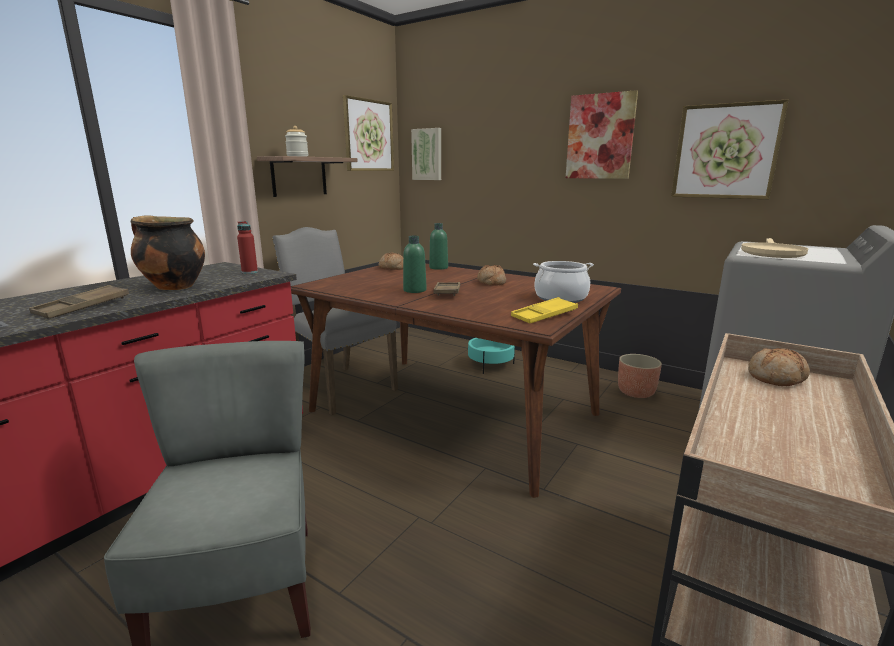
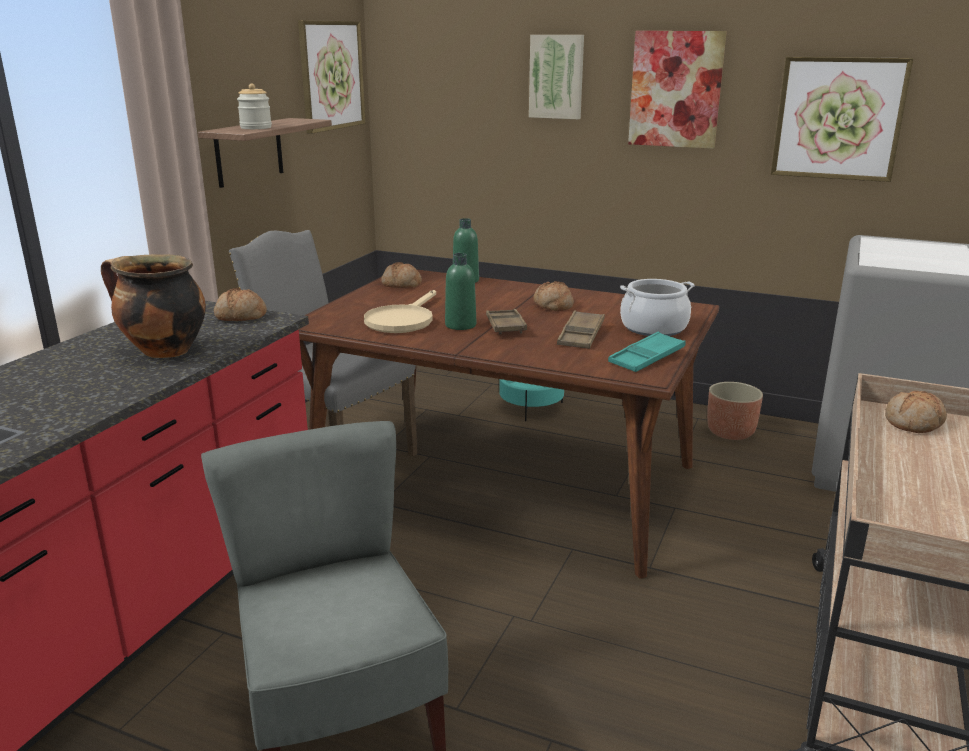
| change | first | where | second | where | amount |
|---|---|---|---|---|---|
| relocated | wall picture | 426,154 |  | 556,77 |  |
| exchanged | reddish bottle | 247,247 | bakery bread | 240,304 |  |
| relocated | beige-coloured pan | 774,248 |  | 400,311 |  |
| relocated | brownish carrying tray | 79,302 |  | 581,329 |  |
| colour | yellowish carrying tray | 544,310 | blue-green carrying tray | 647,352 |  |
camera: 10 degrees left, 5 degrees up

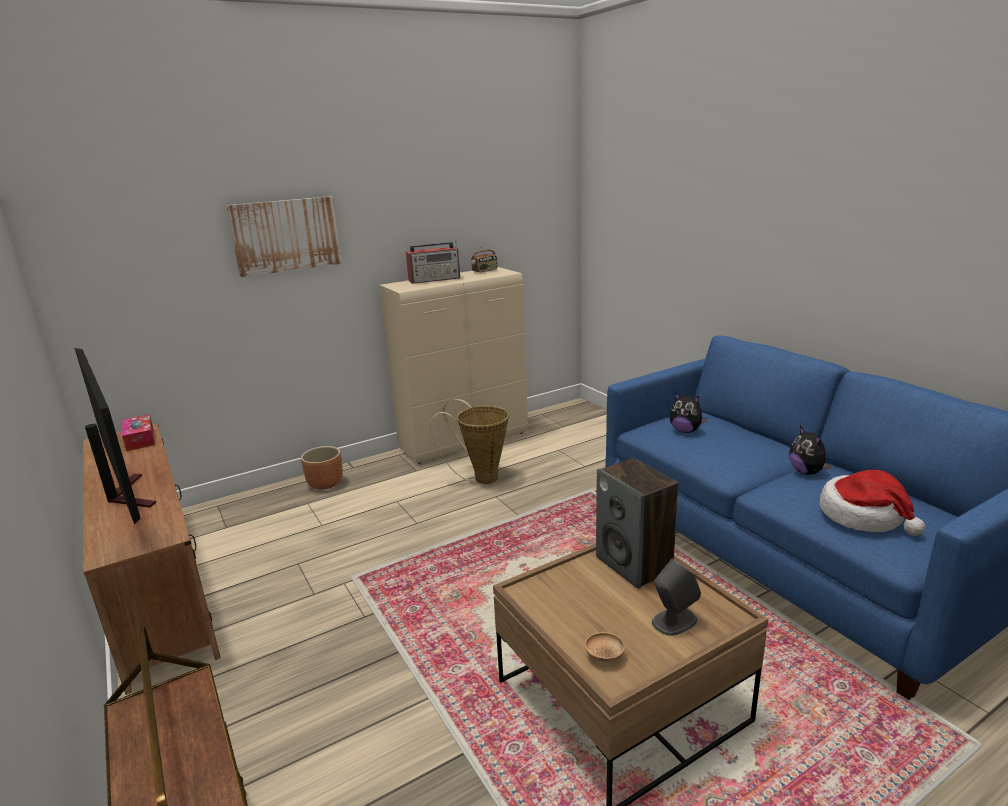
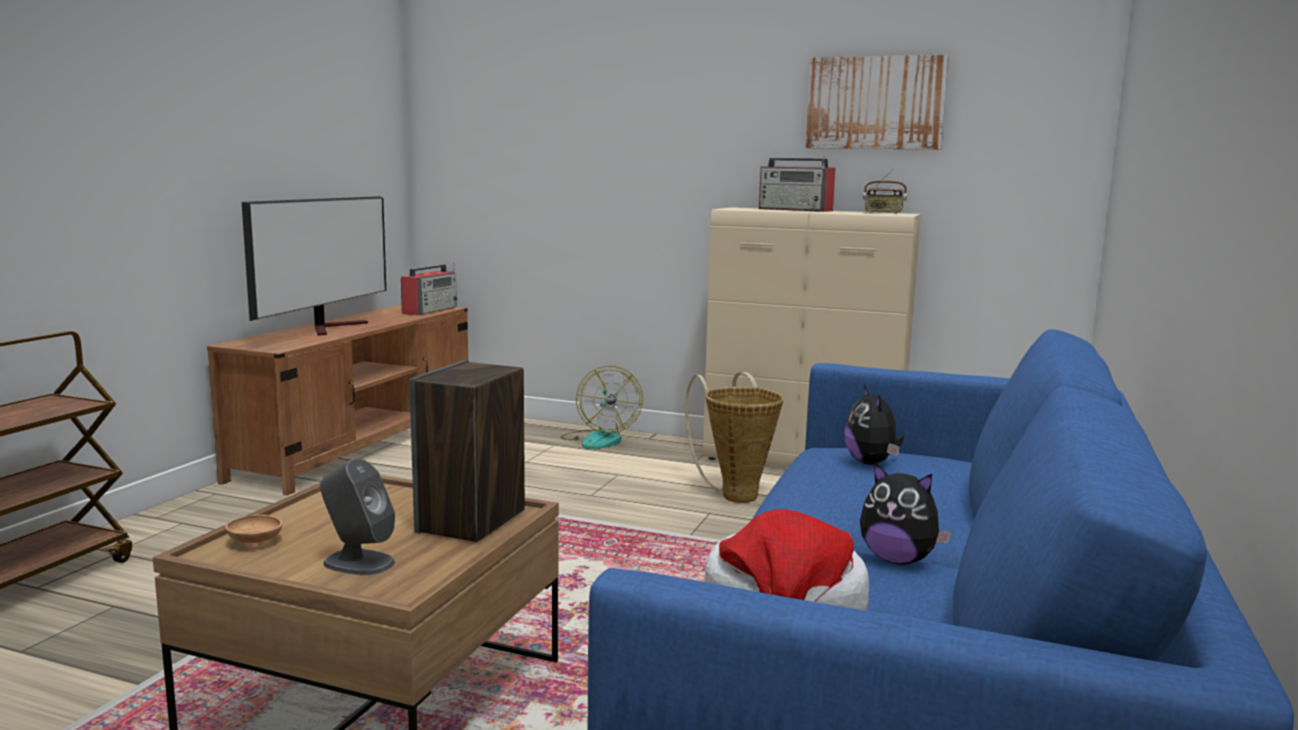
| change | first | where | second | where | amount |
|---|---|---|---|---|---|
| relocated | wall picture | 284,236 |  | 877,102 |  |
| exchanged | tissue holder | 138,432 | radio set | 429,289 |  |
| spun | cuddly toy | 810,450 |  | 906,513 | 90 degrees counterclockwise |
| exchanged | brownish planter | 322,468 | fan | 602,407 |  |
camera: 50 degrees right, 10 degrees down

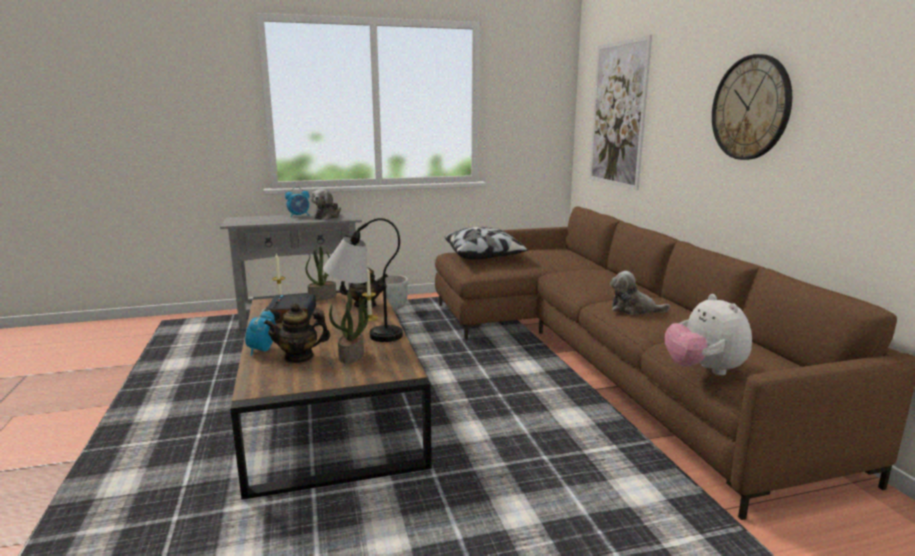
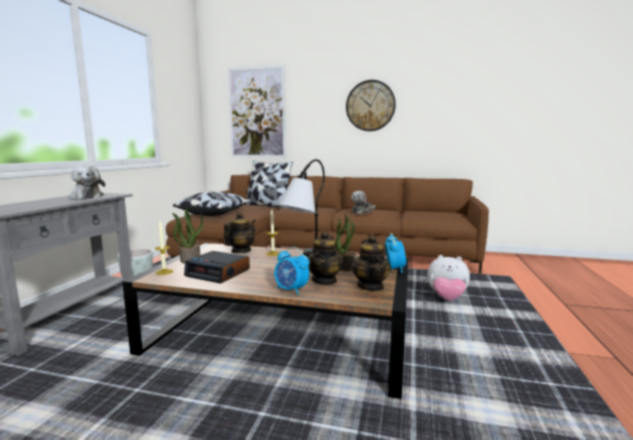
| change | first | where | second | where | amount |
|---|---|---|---|---|---|
| relocated | bedside clock | 297,202 |  | 395,253 |  |
| relocated | cuddly toy | 708,335 |  | 448,277 |  |
| appeared |  |  | pillow | 269,184 |  |
| appeared |  |  | pot for tea | 371,263 |  |
camera: 60 degrees left, 5 degrees down

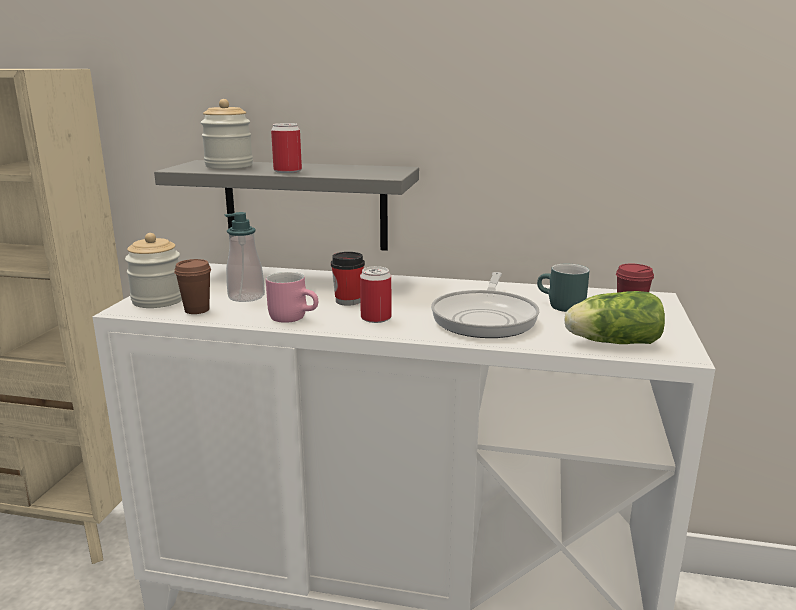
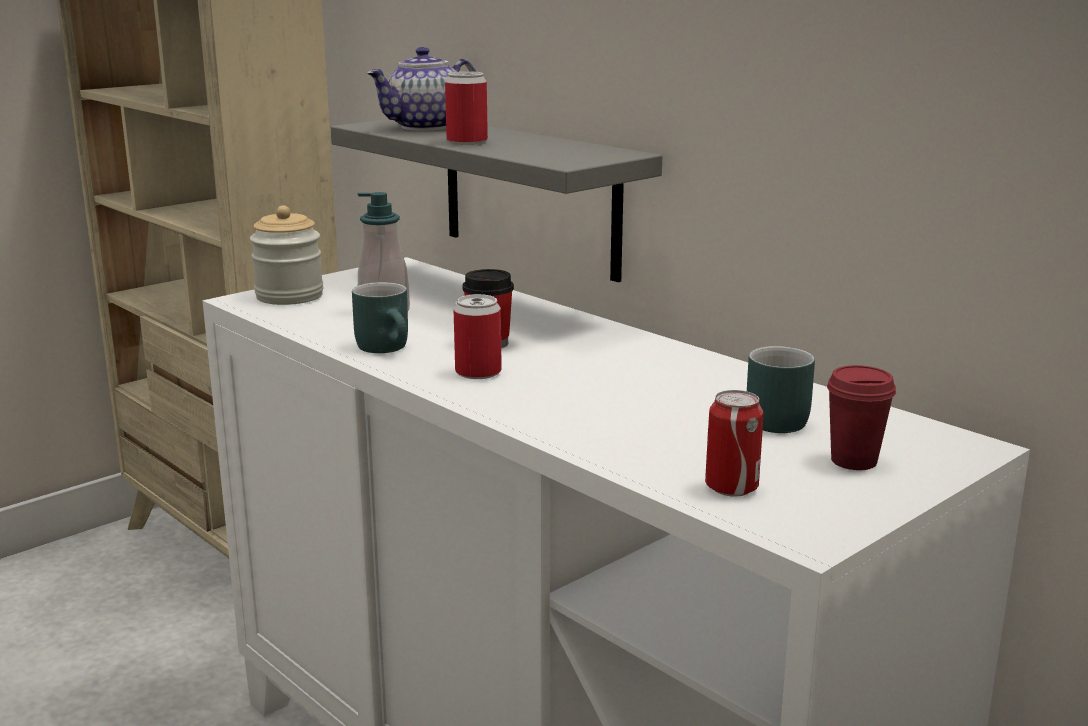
| change | first | where | second | where | amount |
|---|---|---|---|---|---|
| exchanged | preserve jar | 227,134 | pot for tea | 421,89 |  |
| missing | brownish small cup | 192,286 |  |  |  |
| colour | pink-coloured tea mug | 292,297 | blue-green tea mug | 380,317 |  |
| missing | pan | 485,305 |  |  |  |
| exchanged | lettuce head | 615,317 | can | 734,443 |  |
camera: 35 degrees right, 0 degrees up

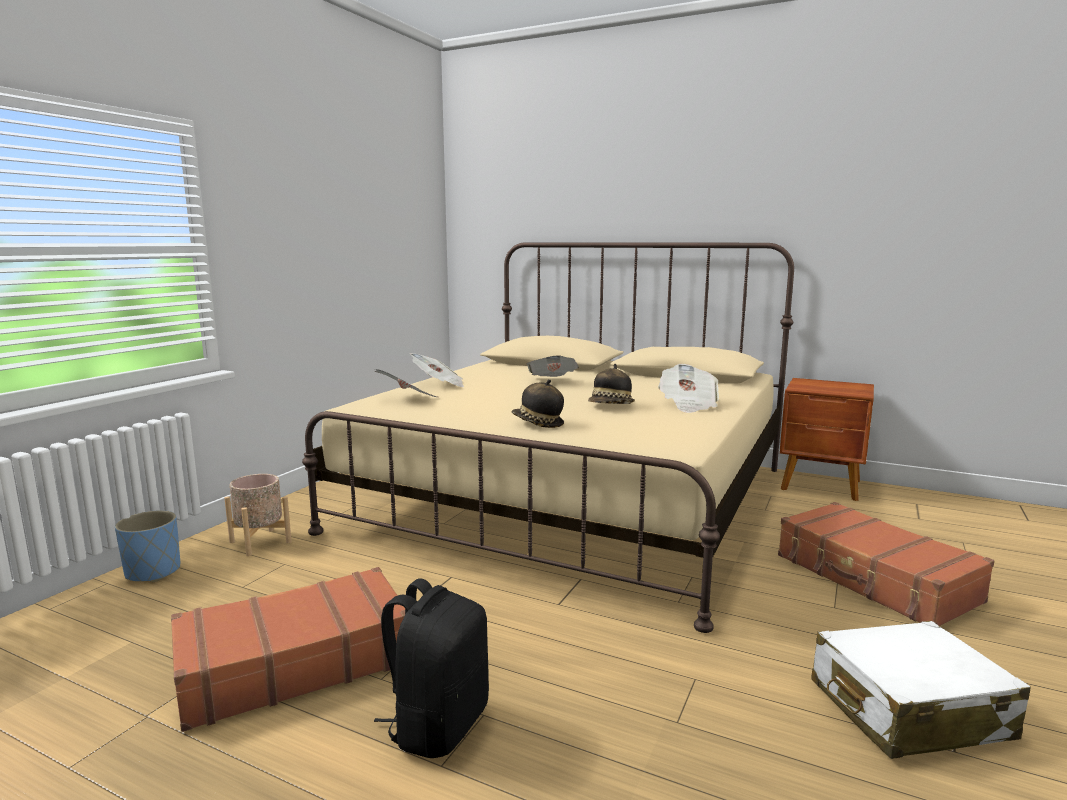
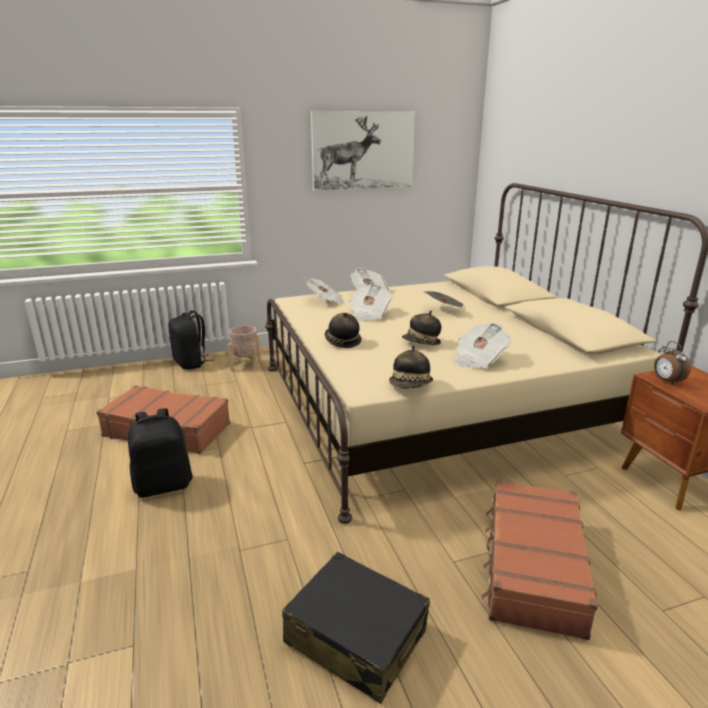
| change | first | where | second | where | amount |
|---|---|---|---|---|---|
| exchanged | blue planter | 147,546 | black backpack | 191,340 |  |
| colour | white-coloured travel case | 921,690 | black travel case | 356,628 |  |
| appeared |  |  | wall picture | 363,151 |  |
| appeared |  |  | printed paper | 371,303 |  |
| appeared |  |  | bedside clock | 672,363 |  |
| appeared |  |  | wearable hat | 411,367 |  |
camera: 45 degrees right, 10 degrees up

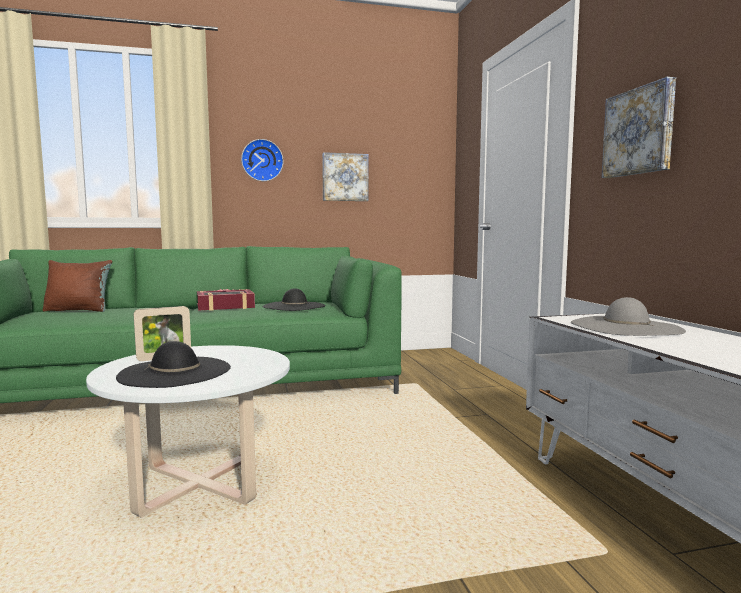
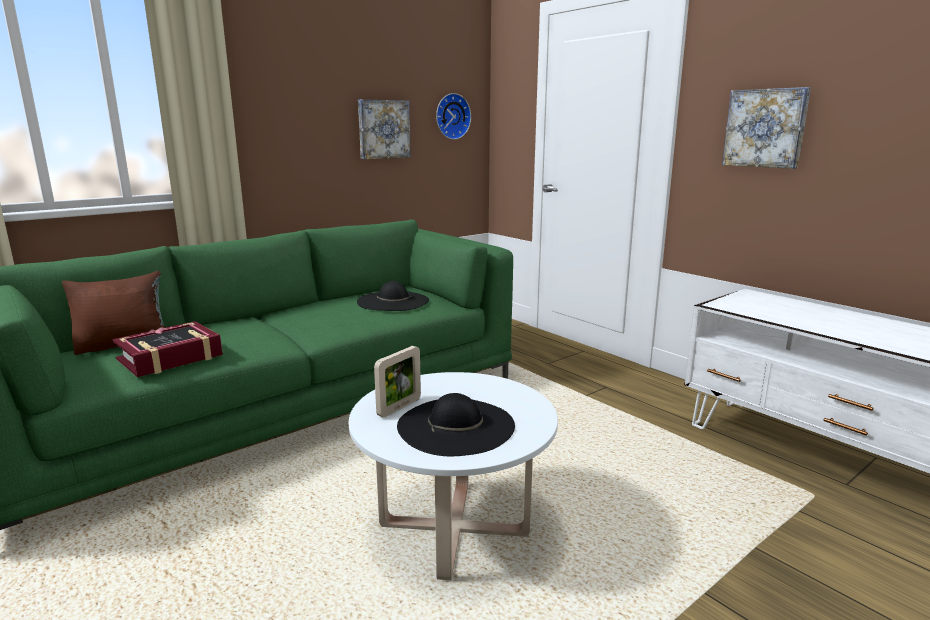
| change | first | where | second | where | amount |
|---|---|---|---|---|---|
| relocated | clock on the wall | 262,160 |  | 453,116 |  |
| relocated | bound book | 226,300 |  | 167,349 |  |
| missing | grey wearable hat | 628,316 |  |  |  |
camera: 25 degrees left, 10 degrees up

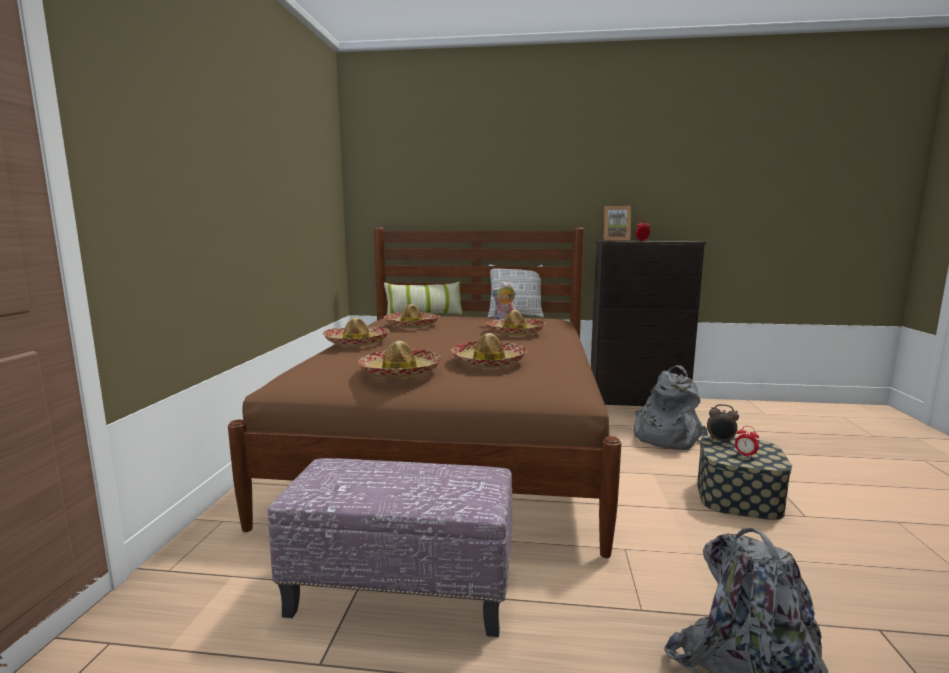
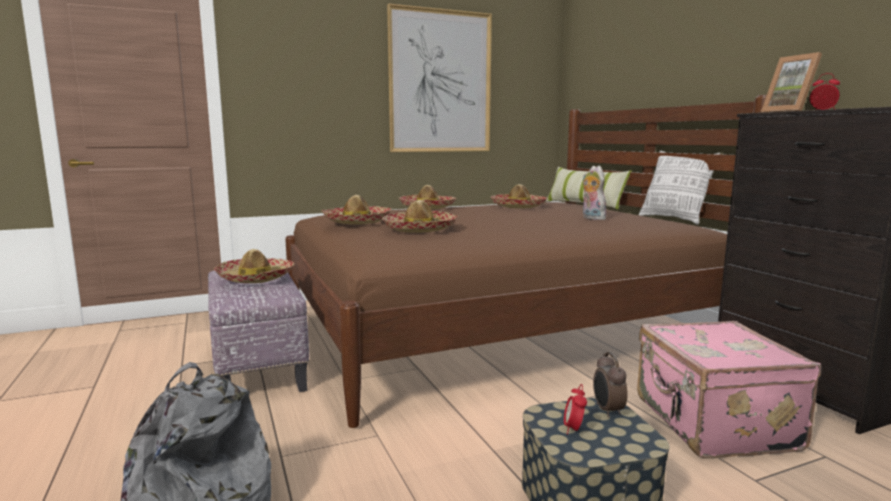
| change | first | where | second | where | amount |
|---|---|---|---|---|---|
| relocated | wearable hat | 515,323 |  | 254,266 |  |
| exchanged | grey backpack | 670,407 | pink-coloured travel case | 729,390 |  |
| appeared |  |  | wall picture | 439,78 |  |
camera: 60 degrees right, 0 degrees up

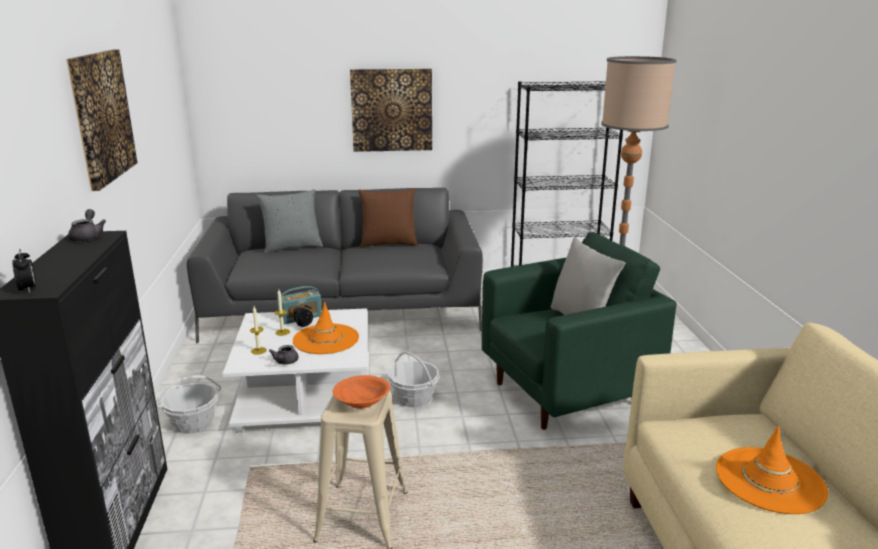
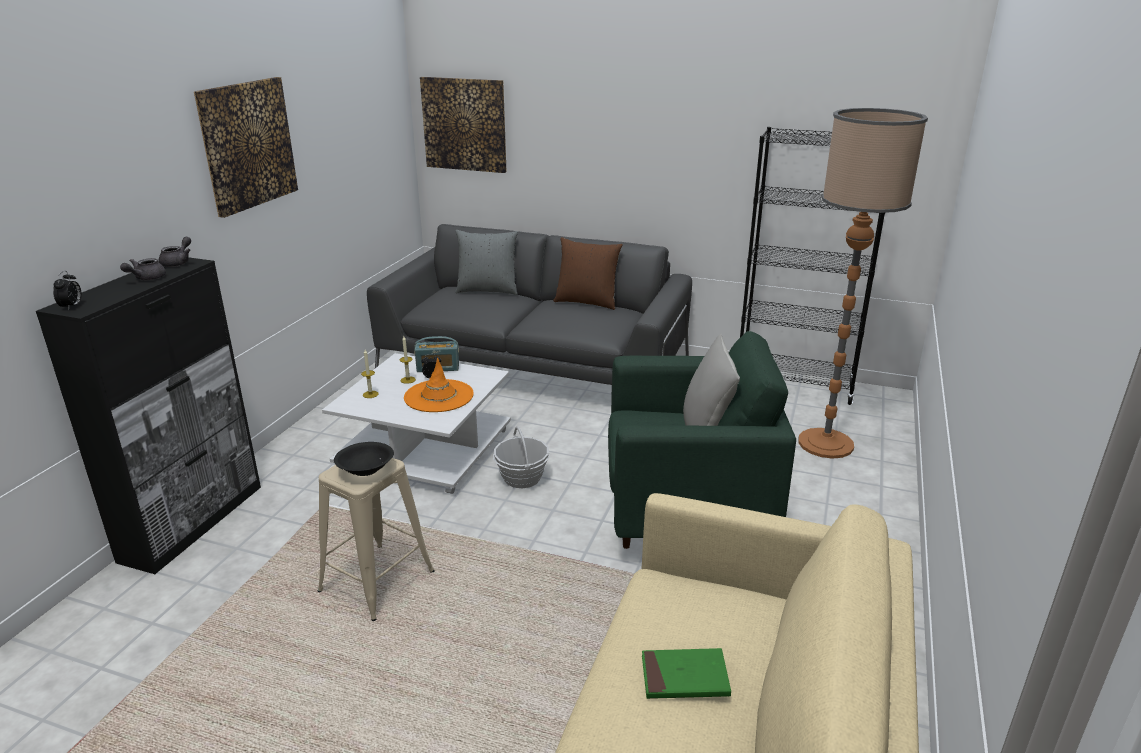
| change | first | where | second | where | amount |
|---|---|---|---|---|---|
| relocated | wall picture | 391,110 |  | 463,125 |  |
| relocated | grey pot for tea | 284,355 |  | 143,269 |  |
| missing | storage basket | 188,404 |  |  |  |
| colour | orange deep dish | 361,392 | black deep dish | 364,459 |  |
| exchanged | orange wearable hat | 772,470 | greenish bound book | 686,673 |  |
camera: 25 degrees right, 5 degrees up

